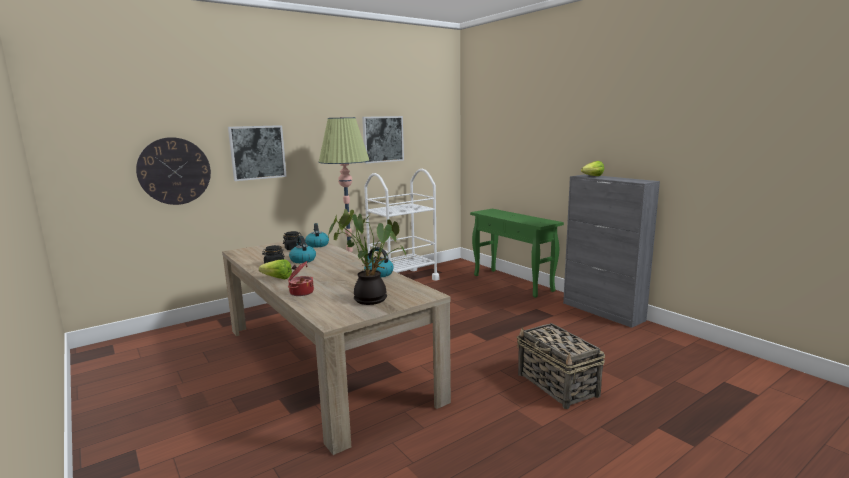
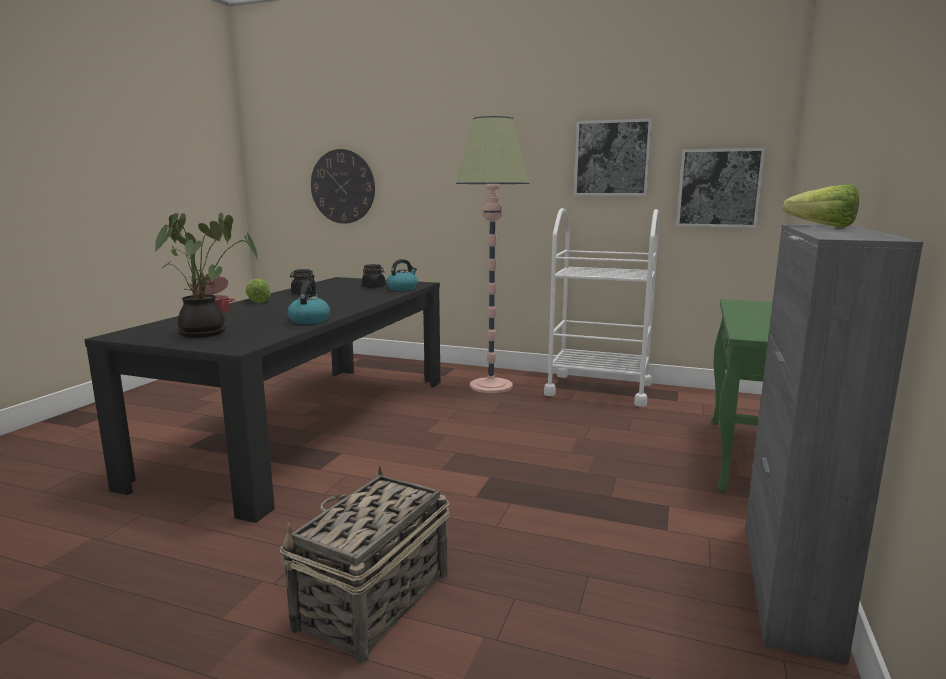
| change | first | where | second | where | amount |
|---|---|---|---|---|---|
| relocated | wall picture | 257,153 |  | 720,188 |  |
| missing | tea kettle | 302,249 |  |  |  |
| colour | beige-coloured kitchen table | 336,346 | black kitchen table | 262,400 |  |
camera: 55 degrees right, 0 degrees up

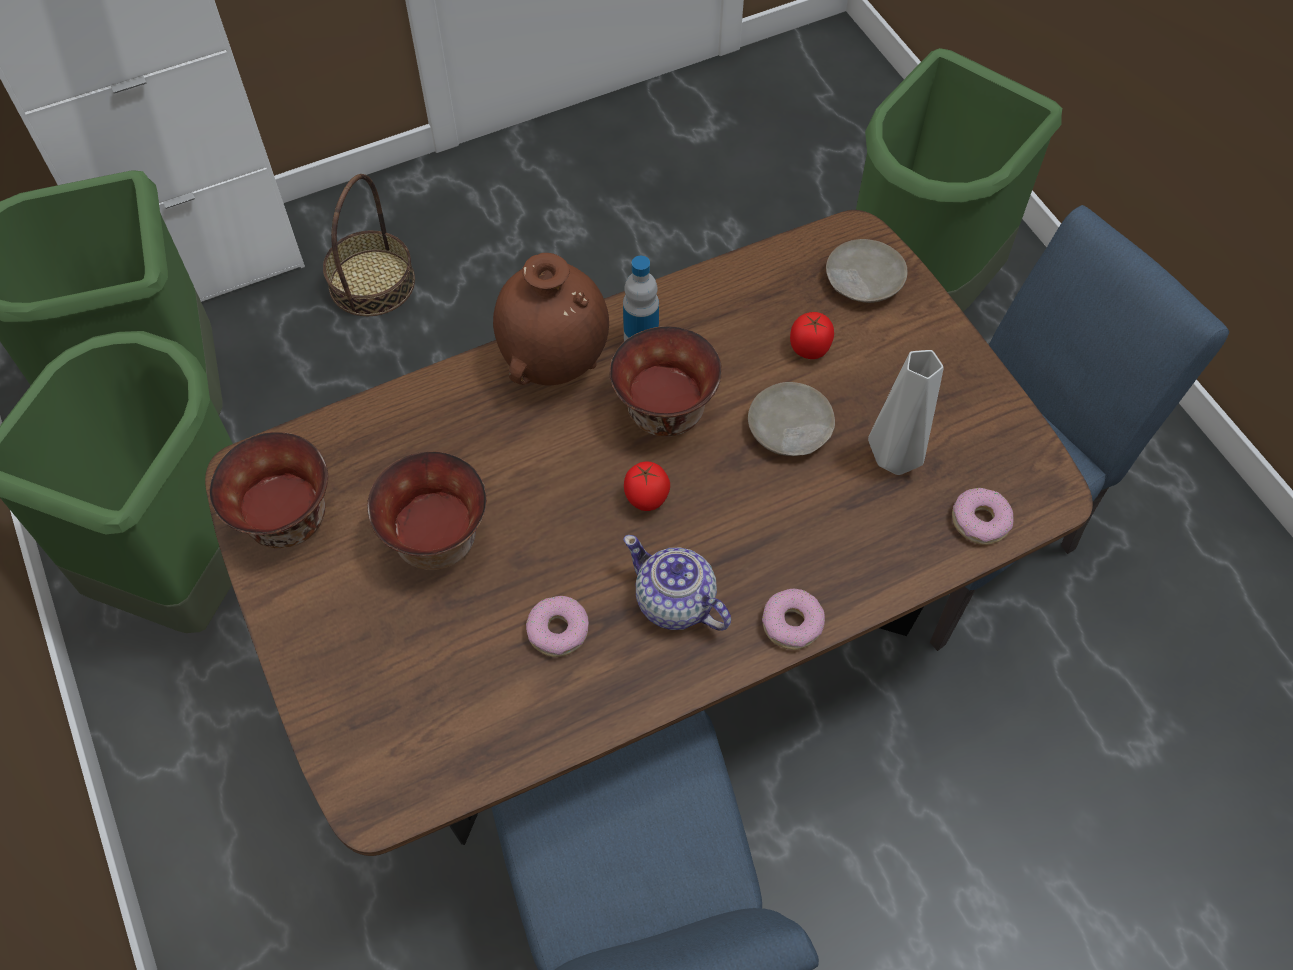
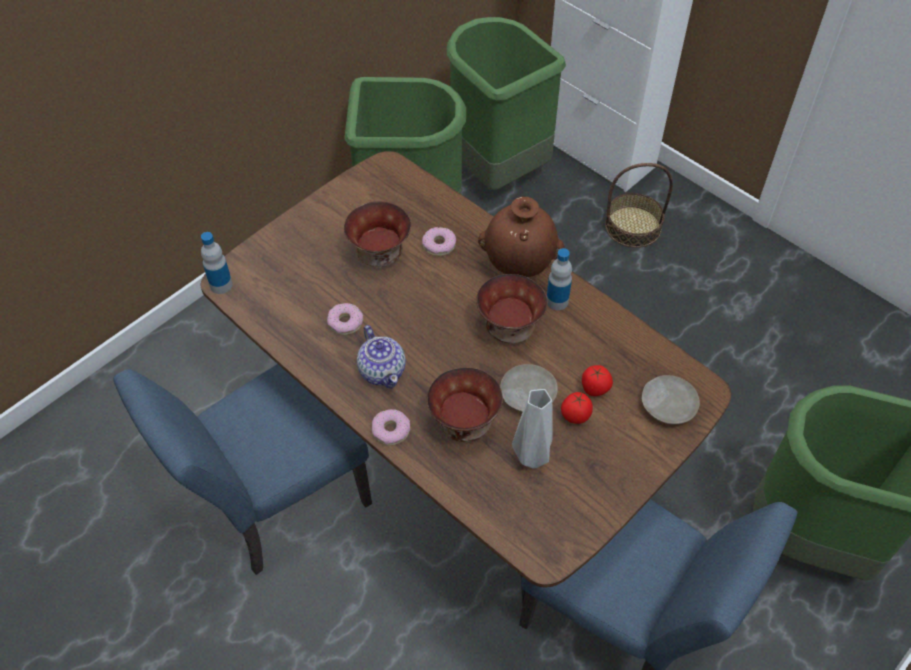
| change | first | where | second | where | amount |
|---|---|---|---|---|---|
| relocated | deep dish | 268,490 |  | 465,404 |  |
| relocated | fresh tomato | 647,486 |  | 577,408 |  |
| relocated | ring doughnut | 982,516 |  | 439,241 |  |
| spun | pot for tea | 677,583 |  | 381,356 | 135 degrees clockwise |
| appeared |  |  | bottle | 217,263 |  |
camera: 70 degrees right, 5 degrees down

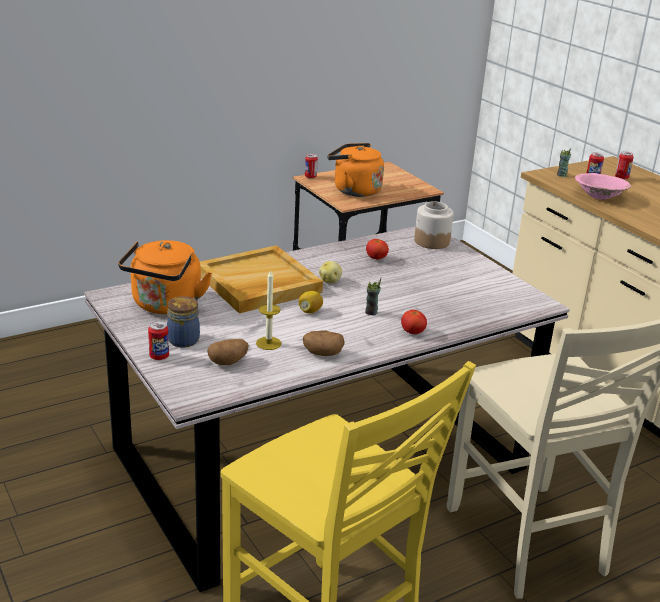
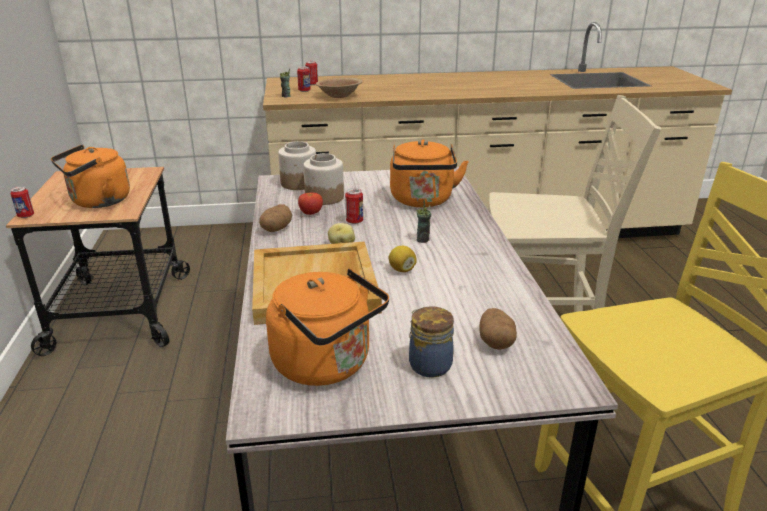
| change | first | where | second | where | amount |
|---|---|---|---|---|---|
| colour | pink-coloured deep dish | 603,186 | brownish deep dish | 339,88 |  |
| missing | wax candle | 269,309 |  |  |  |
| missing | fresh tomato | 414,322 |  |  |  |
| relocated | can | 158,340 |  | 354,206 |  |
| relocated | whole potato | 324,343 |  | 275,218 |  |
| appeared |  |  | orange tea kettle | 429,173 |  |
| appeared |  |  | preserve jar | 323,179 |  |
camera: 65 degrees left, 0 degrees up

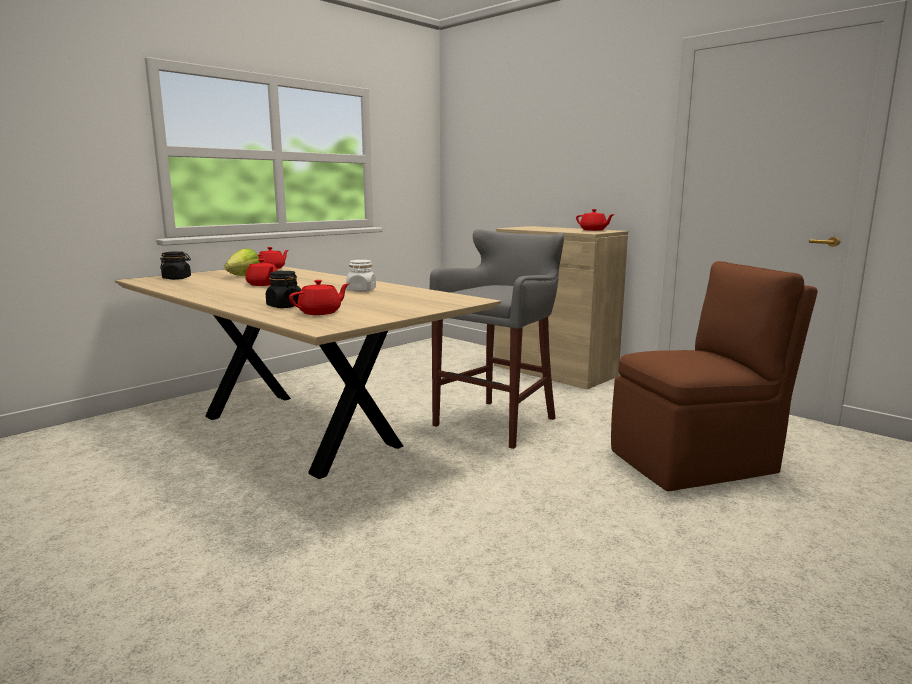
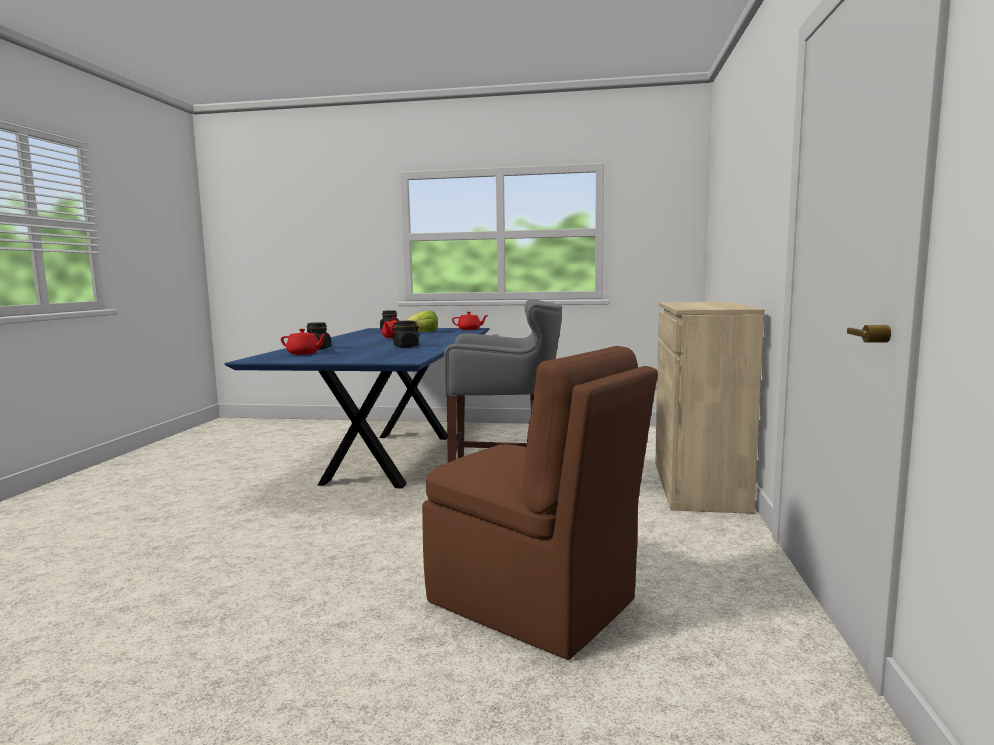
| change | first | where | second | where | amount |
|---|---|---|---|---|---|
| missing | reddish pot for tea | 595,220 |  |  |  |
| colour | white-coloured preserve jar | 361,276 | black preserve jar | 405,334 |  |
| colour | beige-coloured kitchen table | 308,372 | blue kitchen table | 357,408 |  |
camera: 55 degrees right, 5 degrees down

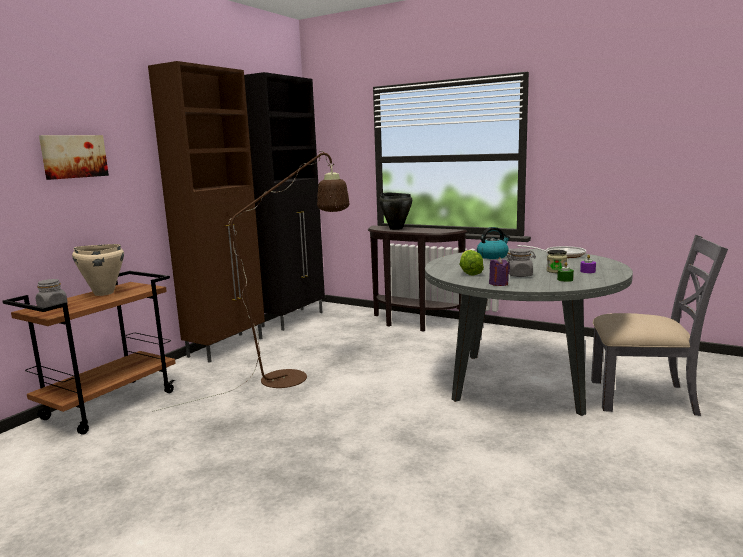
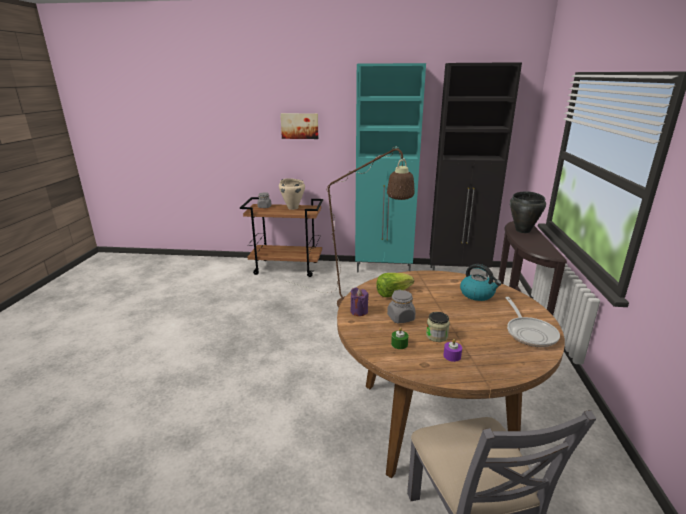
| change | first | where | second | where | amount |
|---|---|---|---|---|---|
| colour | brownish storage cabinet | 206,212 | blue-green storage cabinet | 390,167 |  |
| colour | grey kitchen table | 529,332 | brownish kitchen table | 451,374 |  |
camera: 65 degrees right, 10 degrees up

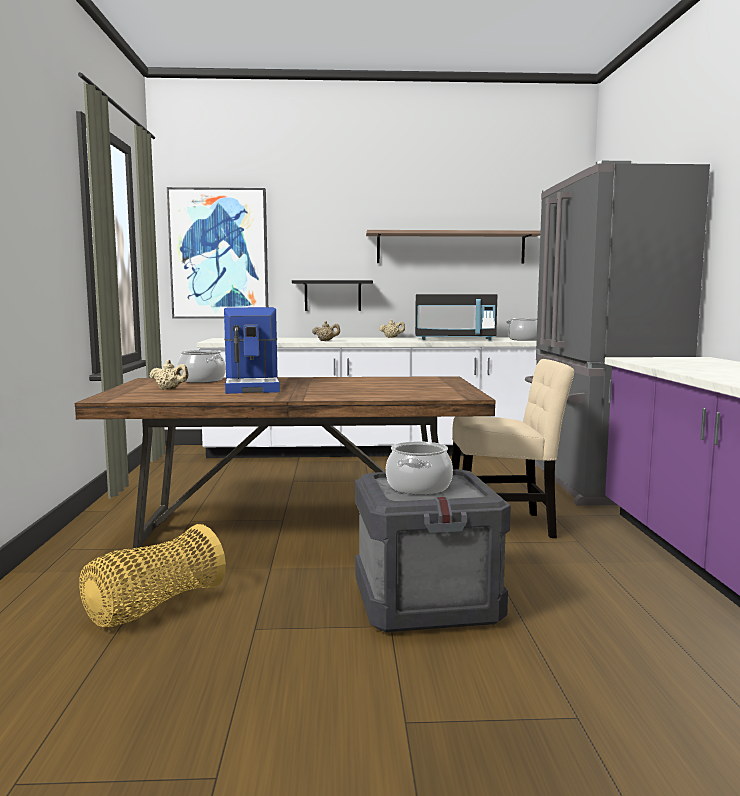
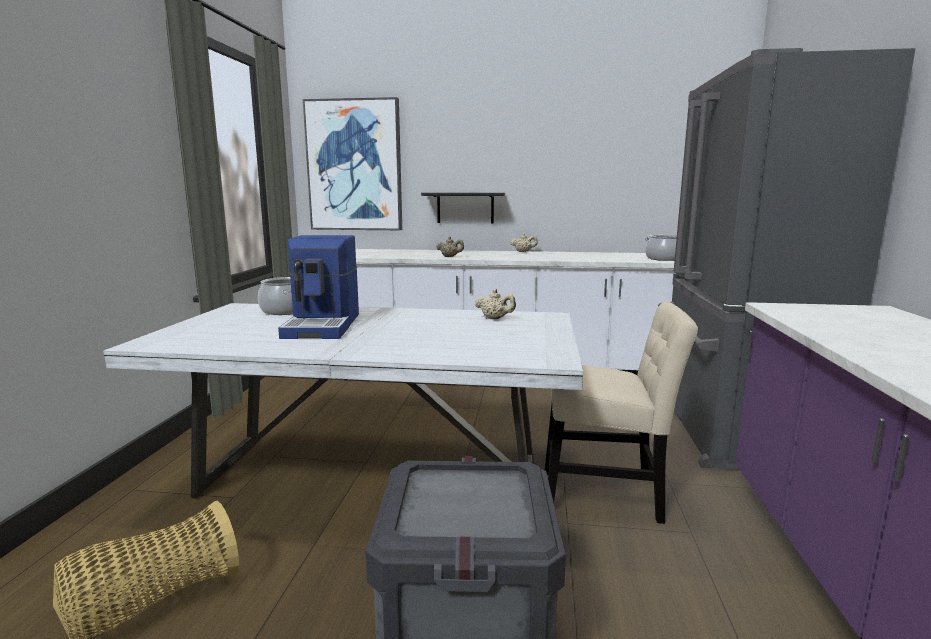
| change | first | where | second | where | amount |
|---|---|---|---|---|---|
| missing | shelf | 453,247 |  |  |  |
| missing | black microwave | 456,317 |  |  |  |
| relocated | beige-coloured pot for tea | 169,375 |  | 495,304 |  |
| colour | brownish kitchen table | 285,463 | white-coloured kitchen table | 343,401 |  |
| missing | cooking pot | 419,468 |  |  |  |
camera: 10 degrees right, 5 degrees up

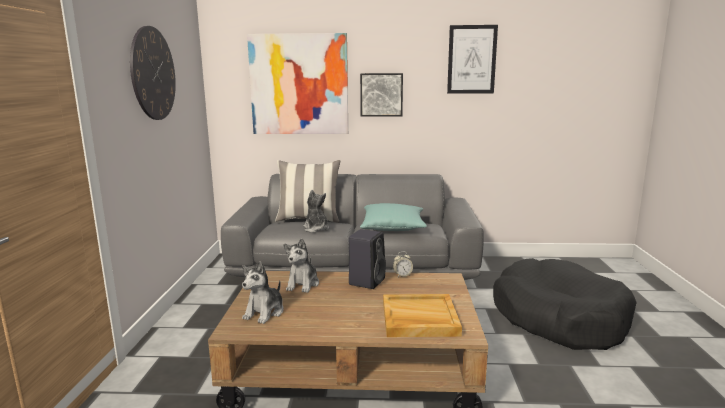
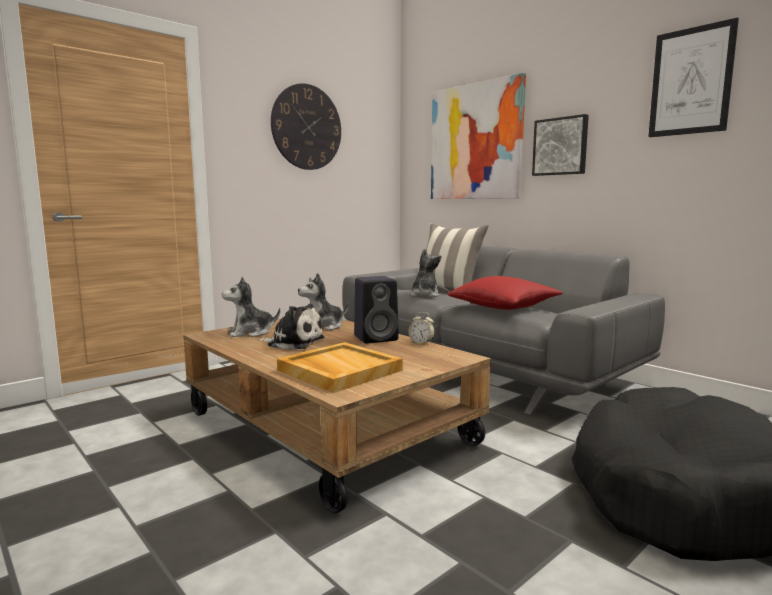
| change | first | where | second | where | amount |
|---|---|---|---|---|---|
| colour | blue-green pillow | 393,217 | reddish pillow | 505,293 |  |
| appeared |  |  | cuddly toy | 291,327 |  |
camera: 45 degrees right, 5 degrees down

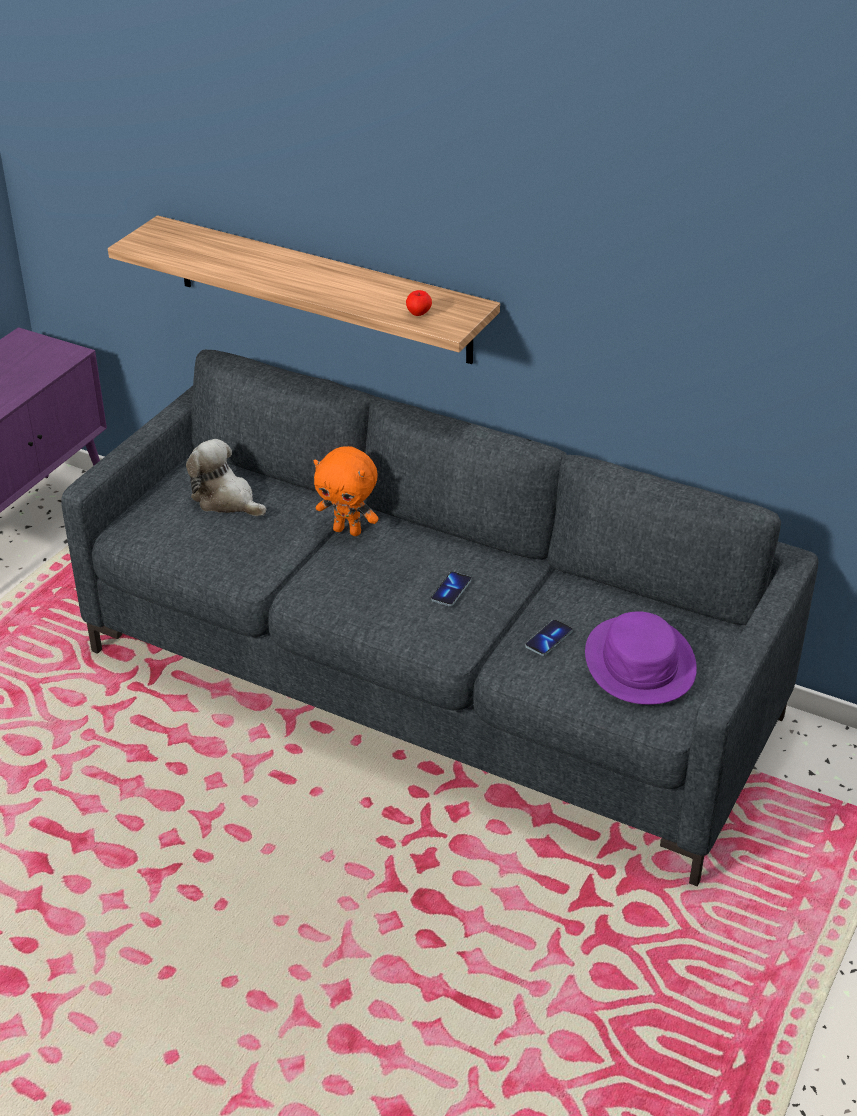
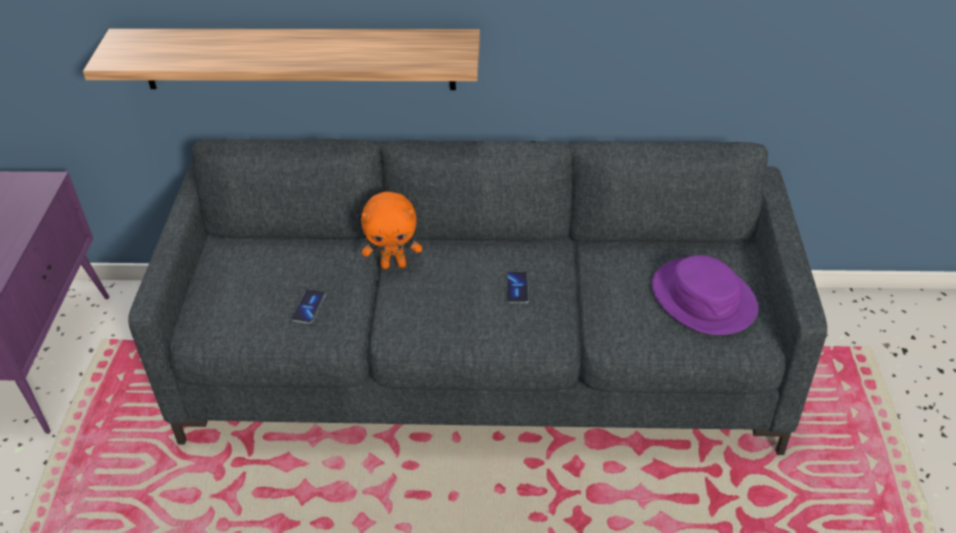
| change | first | where | second | where | amount |
|---|---|---|---|---|---|
| missing | apple | 419,303 |  |  |  |
| missing | cuddly toy | 226,477 |  |  |  |
| relocated | telephone | 549,638 |  | 308,306 |  |
camera: 25 degrees left, 5 degrees up

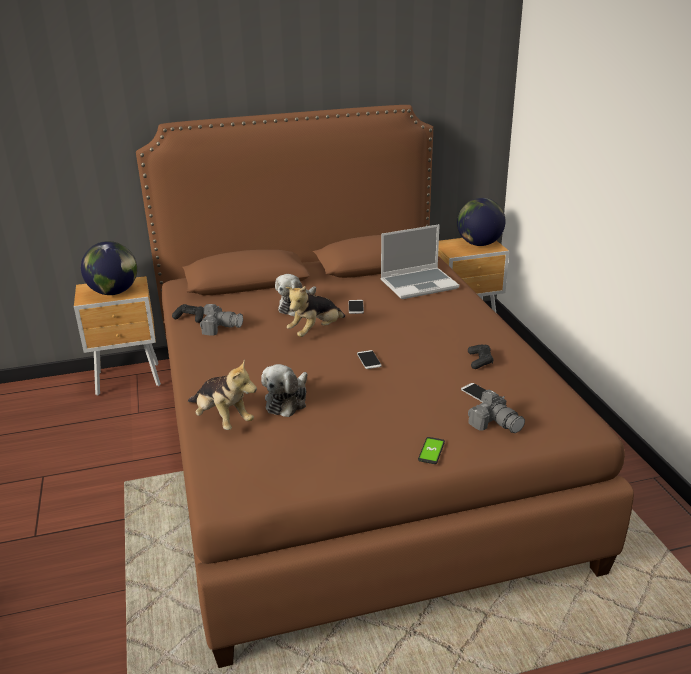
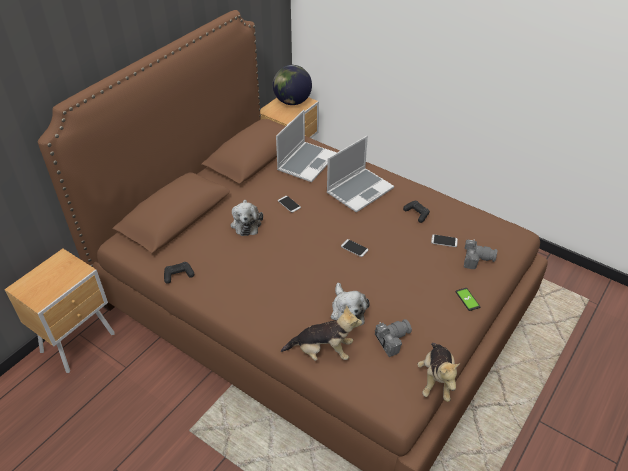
| change | first | where | second | where | amount |
|---|---|---|---|---|---|
| missing | desk globe | 109,268 |  |  |  |
| relocated | cuddly toy | 315,311 |  | 439,372 |  |
| relocated | photo camera | 221,320 |  | 393,338 |  |
| appeared |  |  | portable computer | 360,174 |  |
camera: 40 degrees left, 15 degrees up

